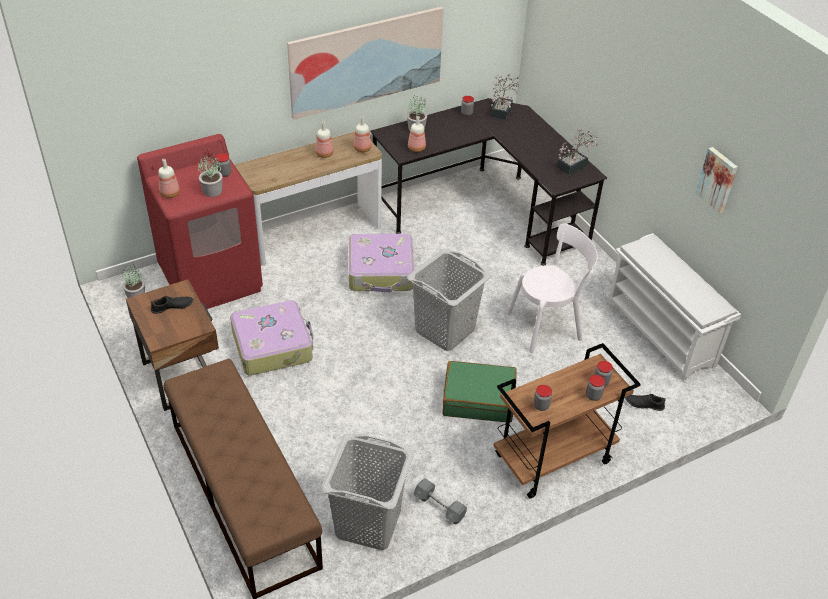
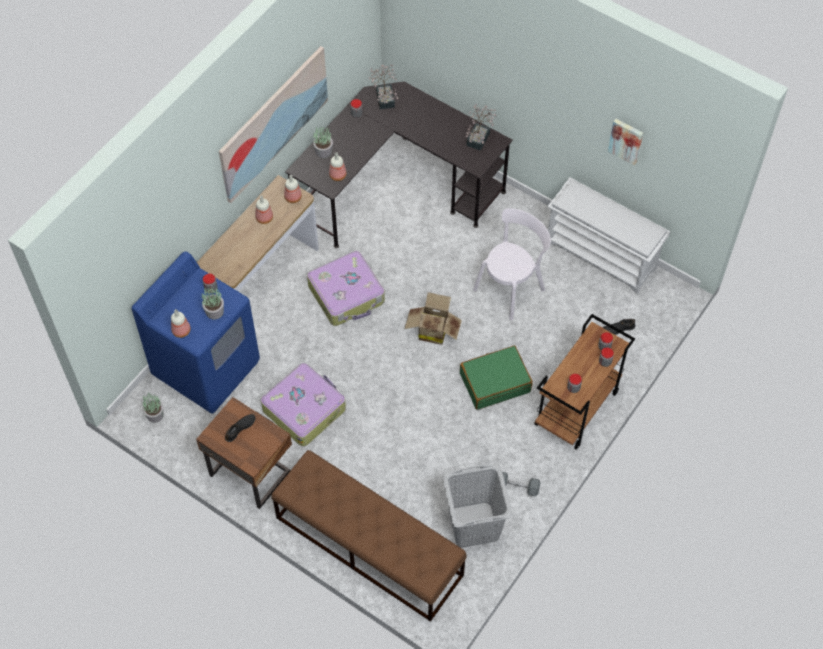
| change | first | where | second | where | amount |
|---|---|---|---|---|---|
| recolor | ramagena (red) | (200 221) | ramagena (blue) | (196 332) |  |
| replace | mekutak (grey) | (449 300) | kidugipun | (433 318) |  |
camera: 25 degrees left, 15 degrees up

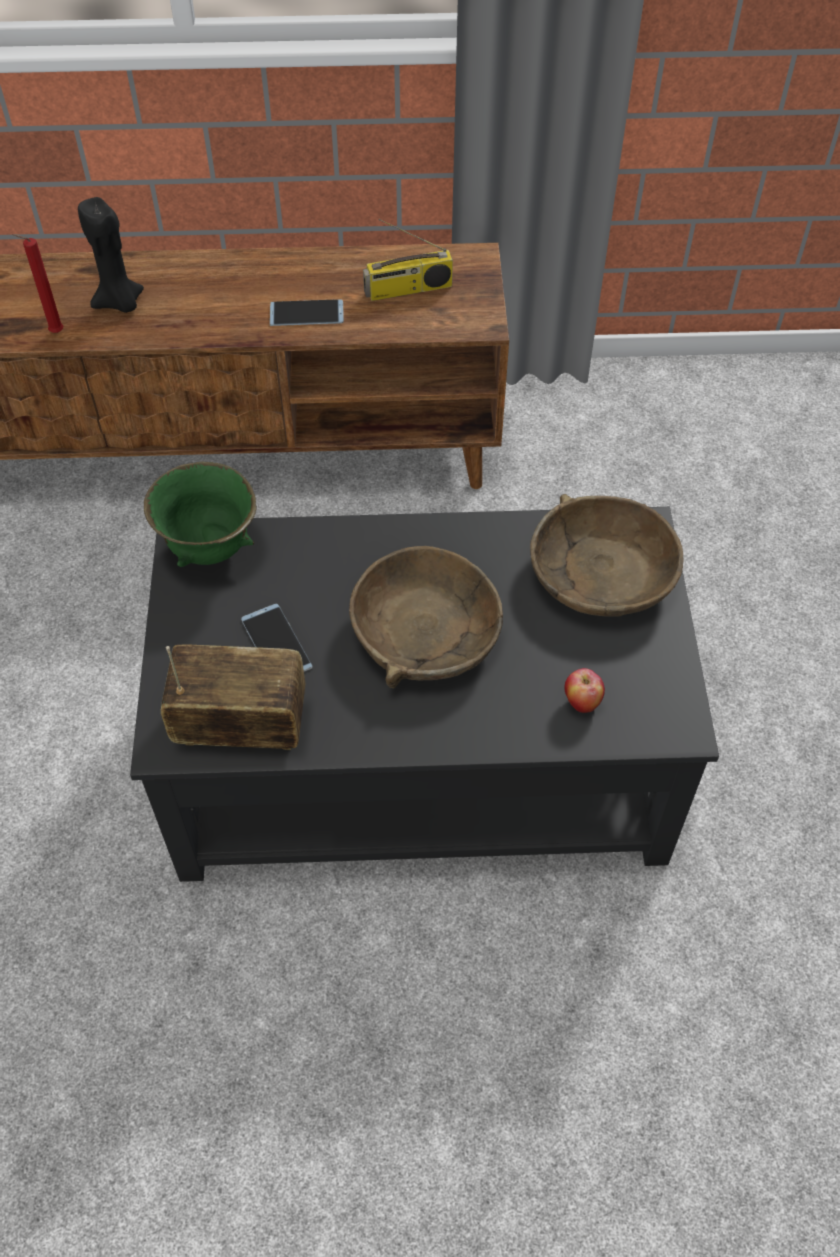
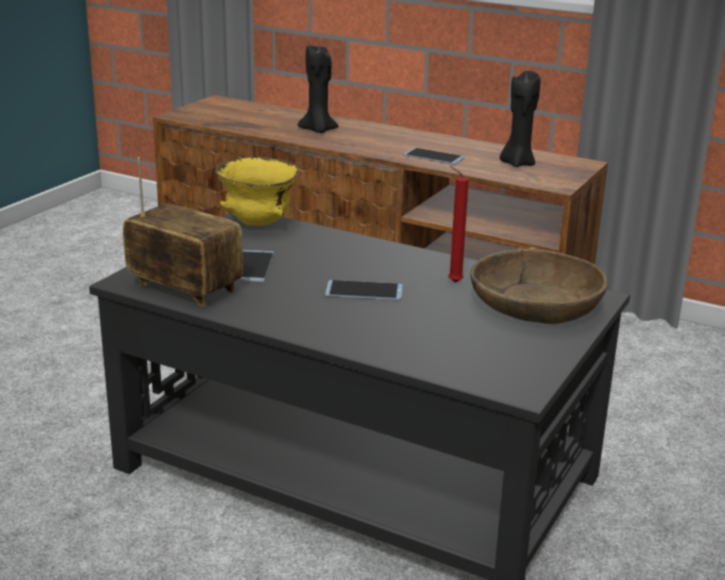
| change | first | where | second | where | amount |
|---|---|---|---|---|---|
| replace | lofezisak | (408 260) | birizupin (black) | (520 119) |  |
| move | birizupin (red) | (37 283) |  | (458 224) |  |
| recolor | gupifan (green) | (200 514) | gupifan (yellow) | (257 191) |  |
| replace | gupifan (brown) | (426 617) | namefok | (364 290) |  |
| delete | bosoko | (584 690) |  |  |  |
camera: 30 degrees right, 30 degrees down

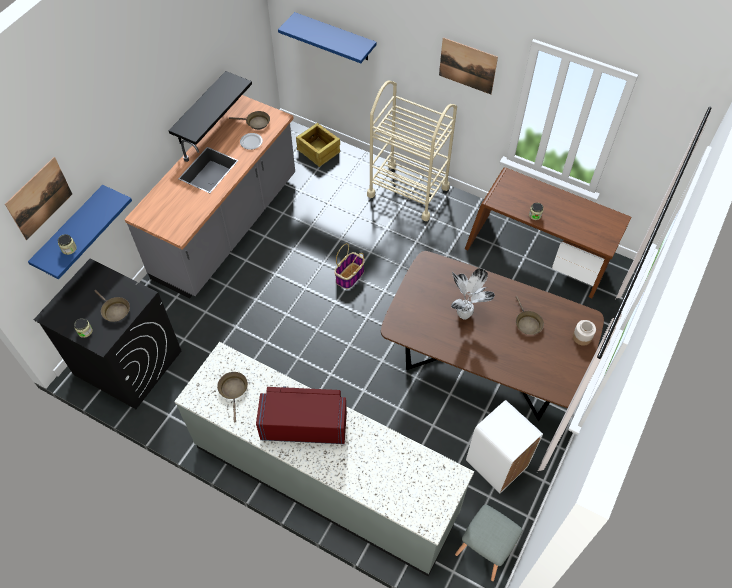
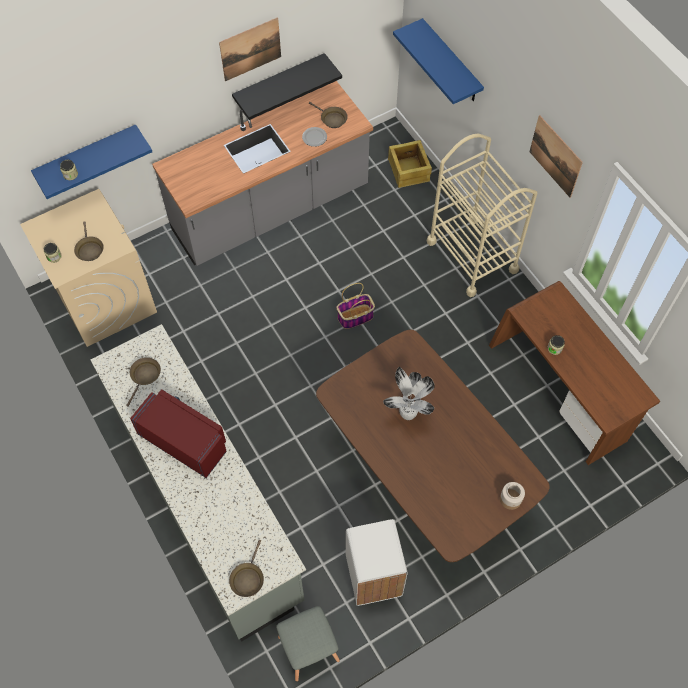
| change | first | where | second | where | amount |
|---|---|---|---|---|---|
| move | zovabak | (38 198) |  | (250 49) |  |
| recolor | ramagena (black) | (107 334) | ramagena (beige) | (88 268) |  |
| move | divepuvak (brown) | (530 315) |  | (246 568) |  |
camera: 30 degrees right, 5 degrees up

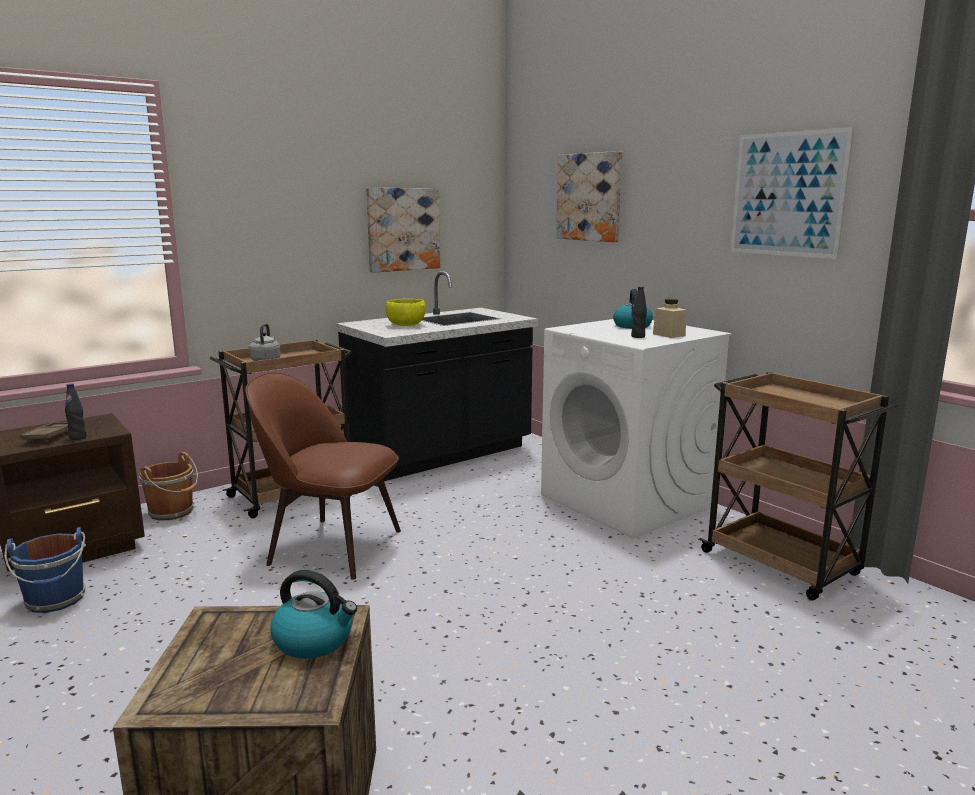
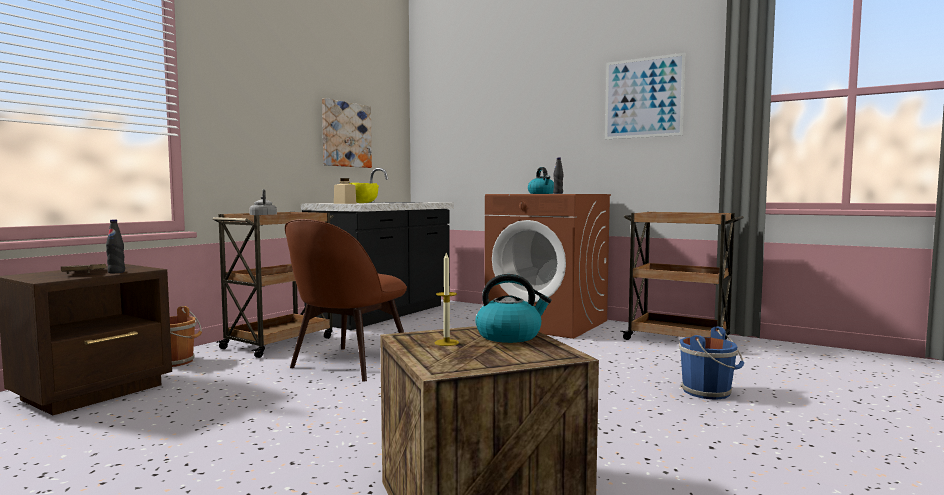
| change | first | where | second | where | amount |
|---|---|---|---|---|---|
| delete | zovabak | (589 196) |  |  |  |
| move | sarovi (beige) | (669 318) |  | (345 191) |  |
| recolor | ramagena (white) | (636 429) | ramagena (brown) | (548 266) |  |
| rotate | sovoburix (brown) | (323 476) |  | (346 300) | 60 degrees counterclockwise |
| move | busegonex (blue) | (45 570) |  | (711 363) |  |
| insert |  |  | birizupin | (447 299) |  |
camera: 20 degrees left, 10 degrees down

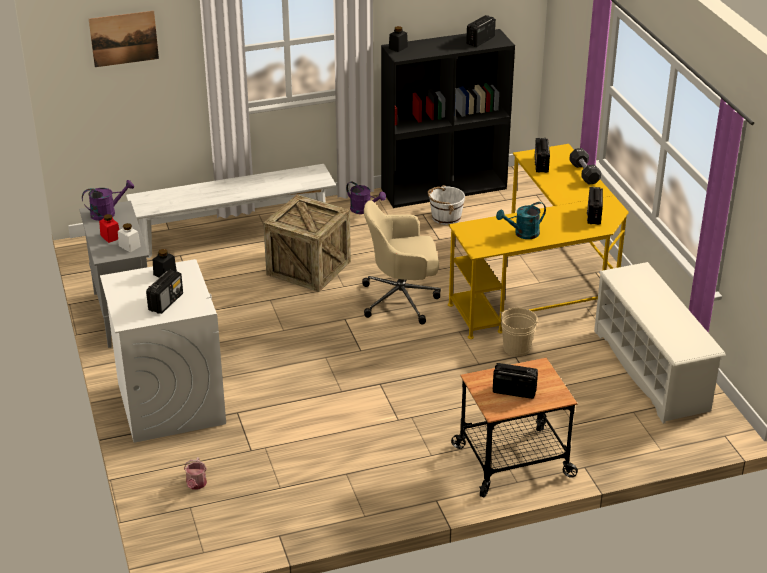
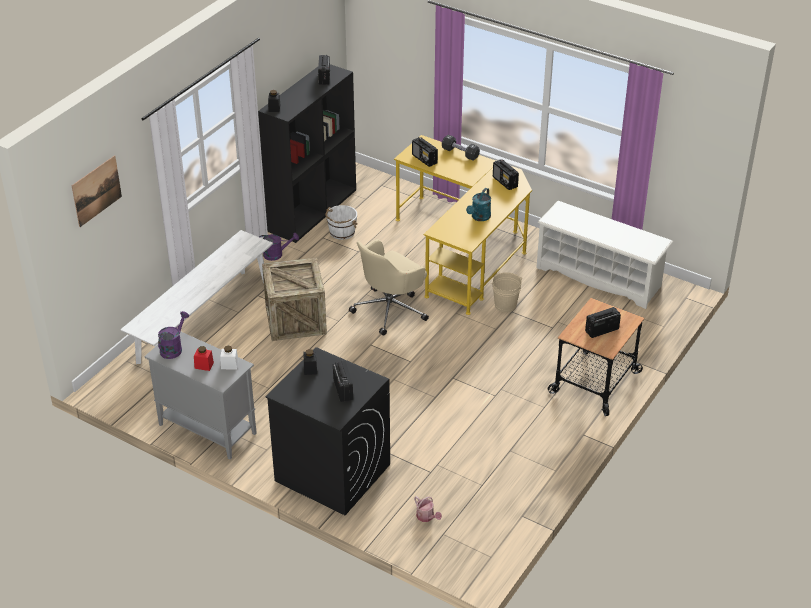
| change | first | where | second | where | amount |
|---|---|---|---|---|---|
| recolor | ramagena (white) | (163 351) | ramagena (black) | (327 431) |  |
camera: 40 degrees left, 5 degrees up

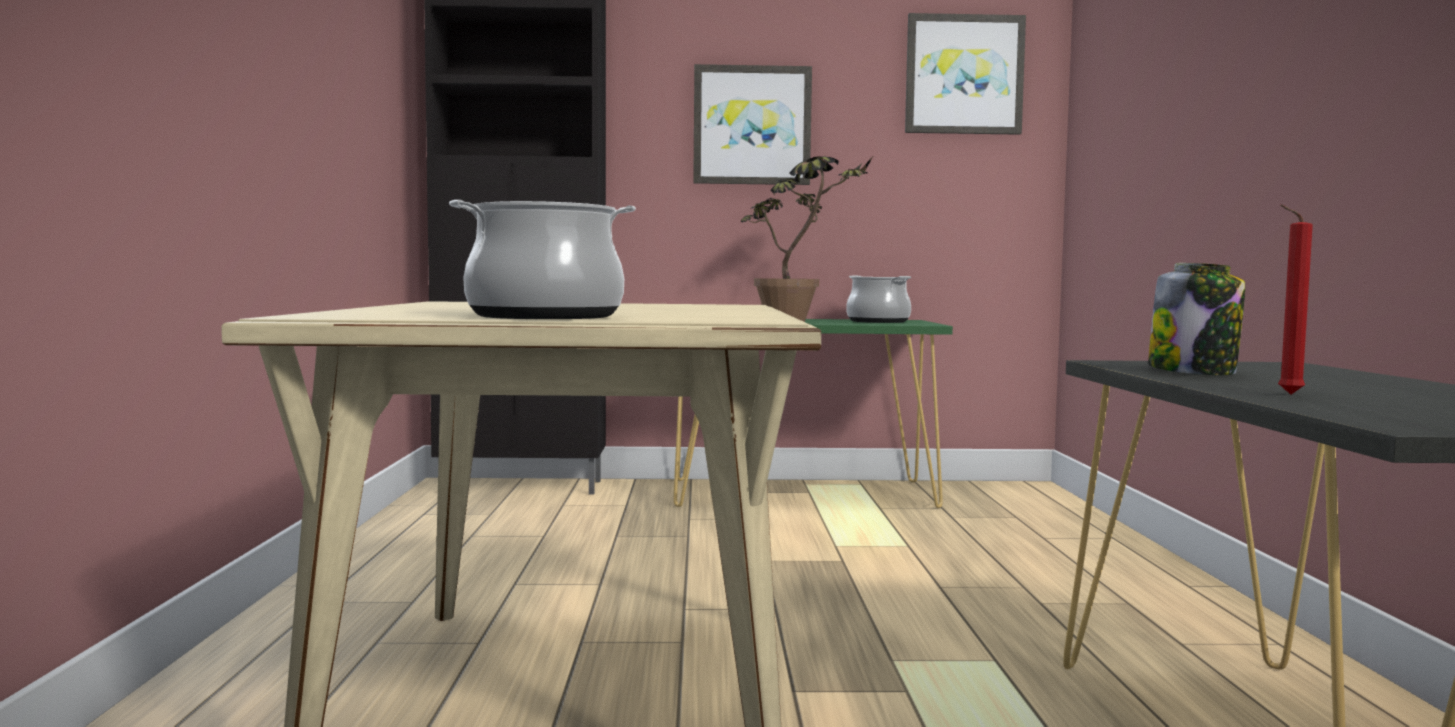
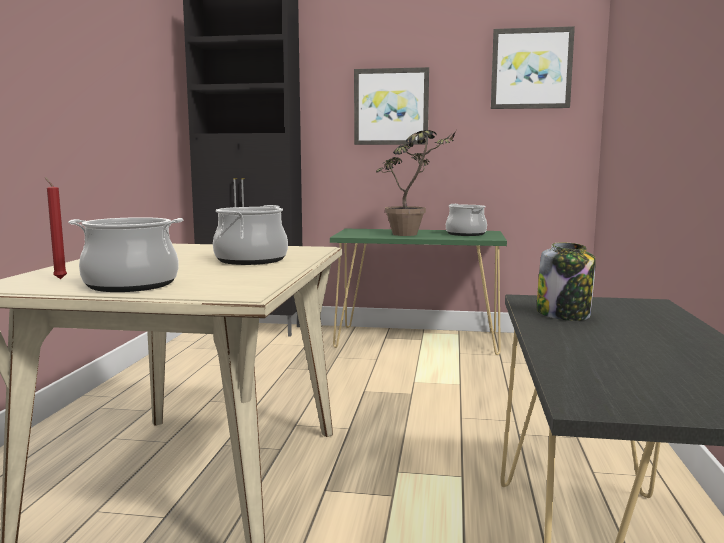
| change | first | where | second | where | amount |
|---|---|---|---|---|---|
| move | birizupin (red) | (1295 299) |  | (56 228) |  |
| insert |  |  | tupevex | (250 235) |  |
camera: 10 degrees right, 5 degrees up

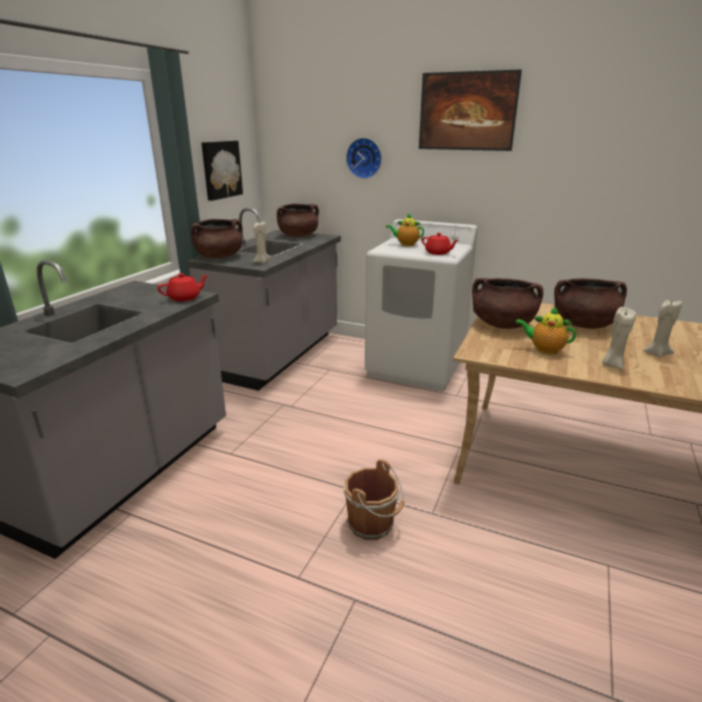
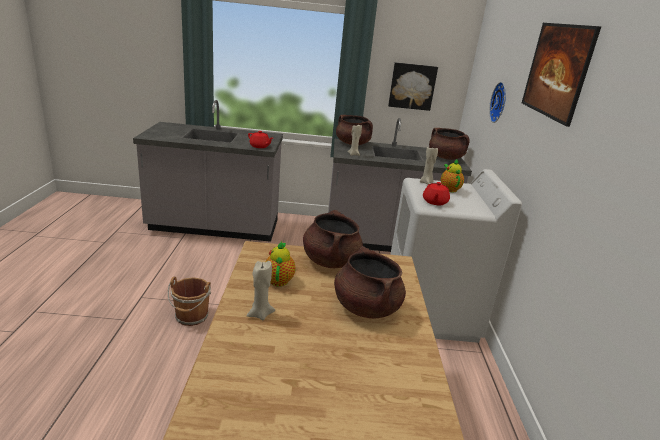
| change | first | where | second | where | amount |
|---|---|---|---|---|---|
| move | birizupin (beige) | (662 328) |  | (429 166) |  |
camera: 65 degrees right, 0 degrees up

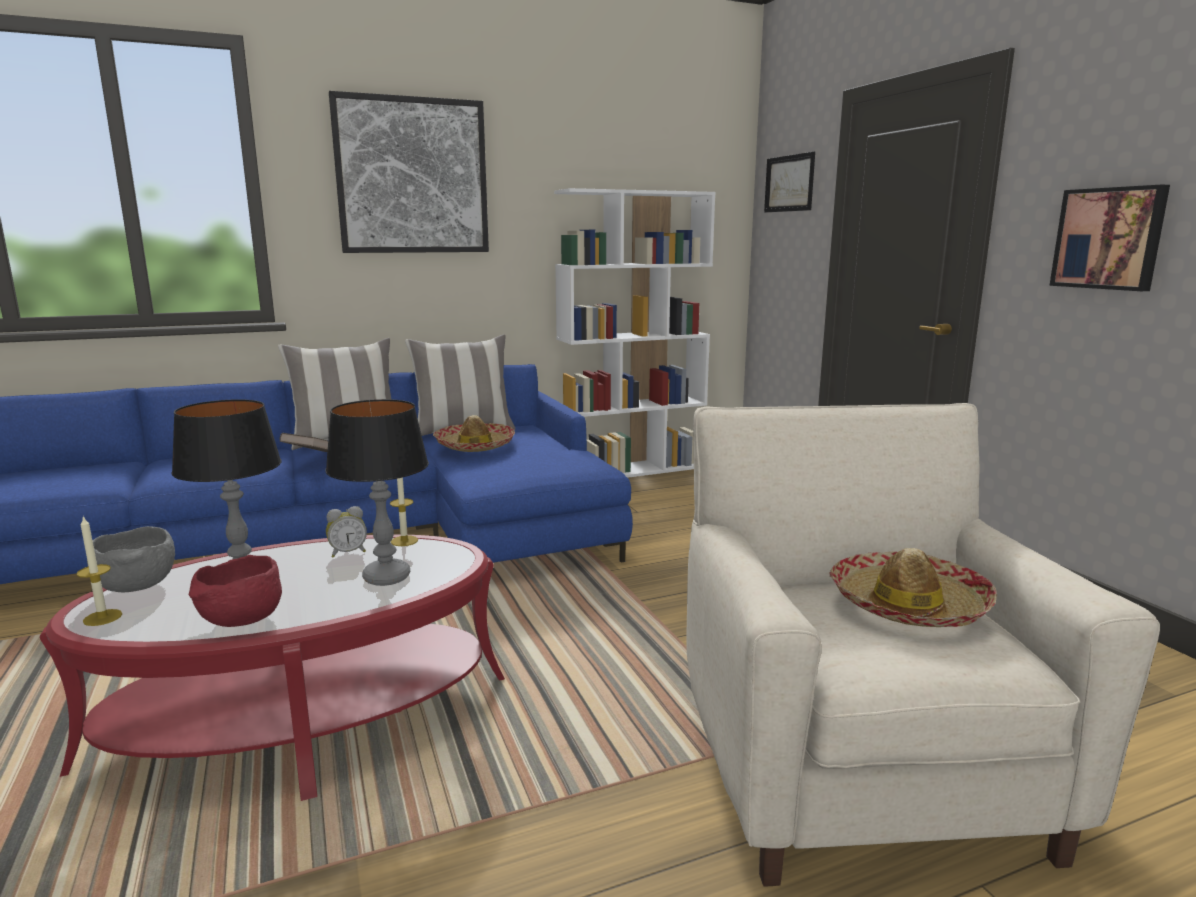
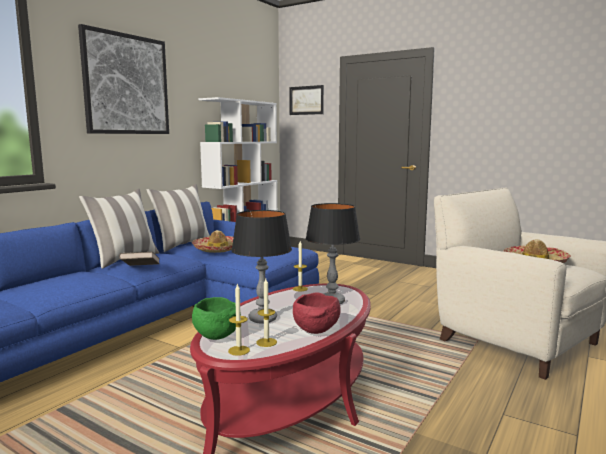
| change | first | where | second | where | amount |
|---|---|---|---|---|---|
| delete | zovabak | (1109 238) |  |  |  |
| delete | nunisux | (346 532) |  |  |  |
| recolor | gupifan (grey) | (131 559) | gupifan (green) | (216 318) |  |
| insert |  |  | birizupin | (266 313) |  |
camera: 35 degrees left, 5 degrees down

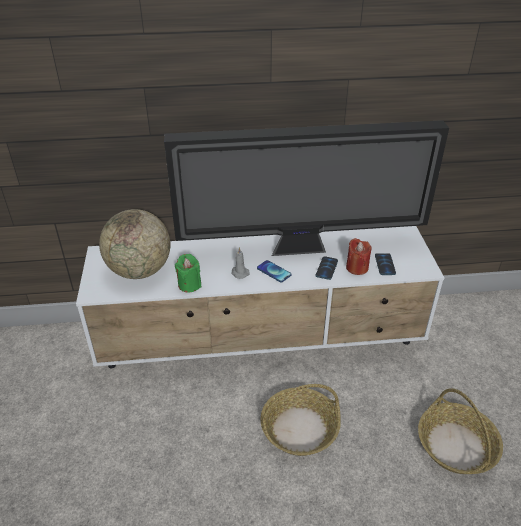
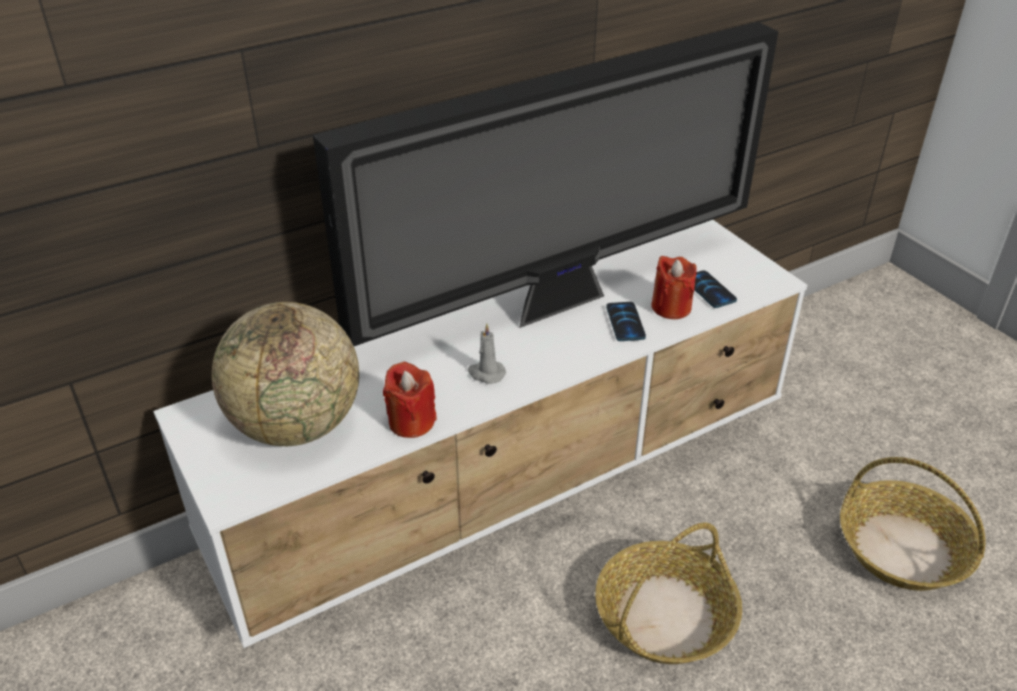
| change | first | where | second | where | amount |
|---|---|---|---|---|---|
| recolor | birizupin (green) | (188 273) | birizupin (red) | (410 399) |  |
| delete | namefok | (274 271) |  |  |  |
camera: 25 degrees left, 0 degrees up

